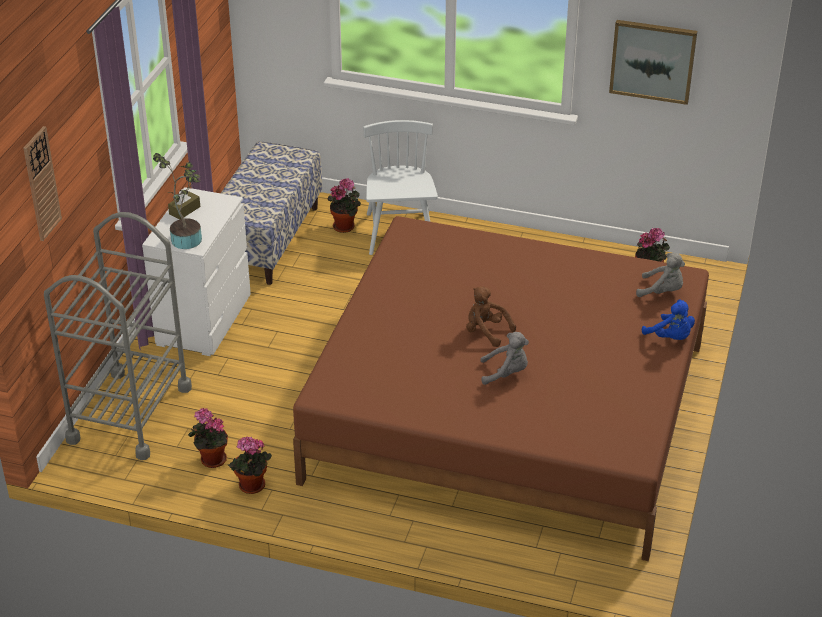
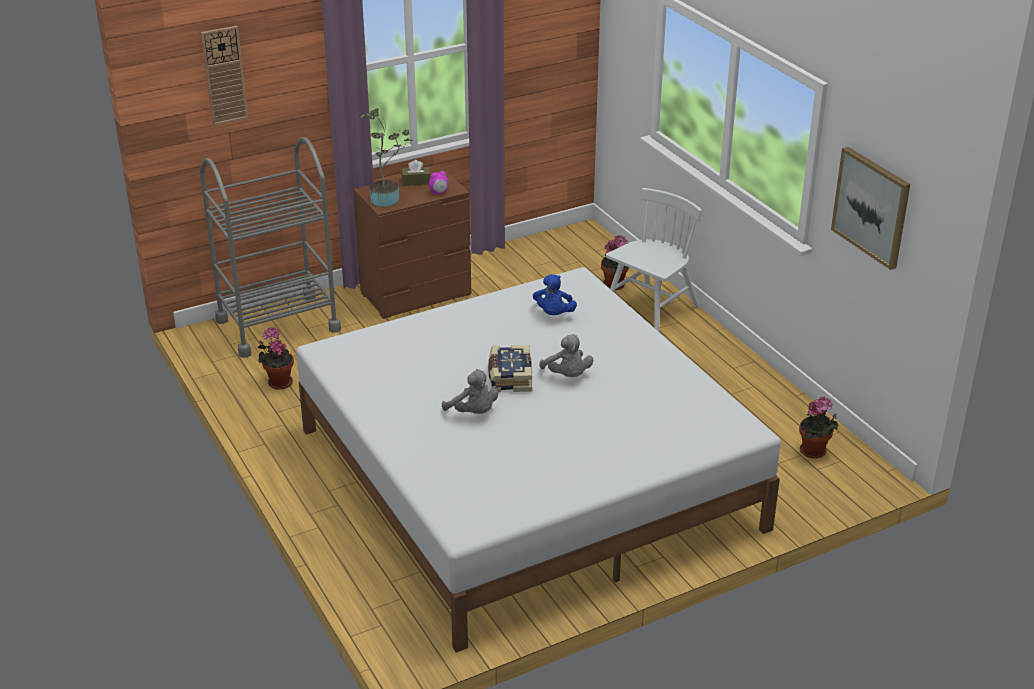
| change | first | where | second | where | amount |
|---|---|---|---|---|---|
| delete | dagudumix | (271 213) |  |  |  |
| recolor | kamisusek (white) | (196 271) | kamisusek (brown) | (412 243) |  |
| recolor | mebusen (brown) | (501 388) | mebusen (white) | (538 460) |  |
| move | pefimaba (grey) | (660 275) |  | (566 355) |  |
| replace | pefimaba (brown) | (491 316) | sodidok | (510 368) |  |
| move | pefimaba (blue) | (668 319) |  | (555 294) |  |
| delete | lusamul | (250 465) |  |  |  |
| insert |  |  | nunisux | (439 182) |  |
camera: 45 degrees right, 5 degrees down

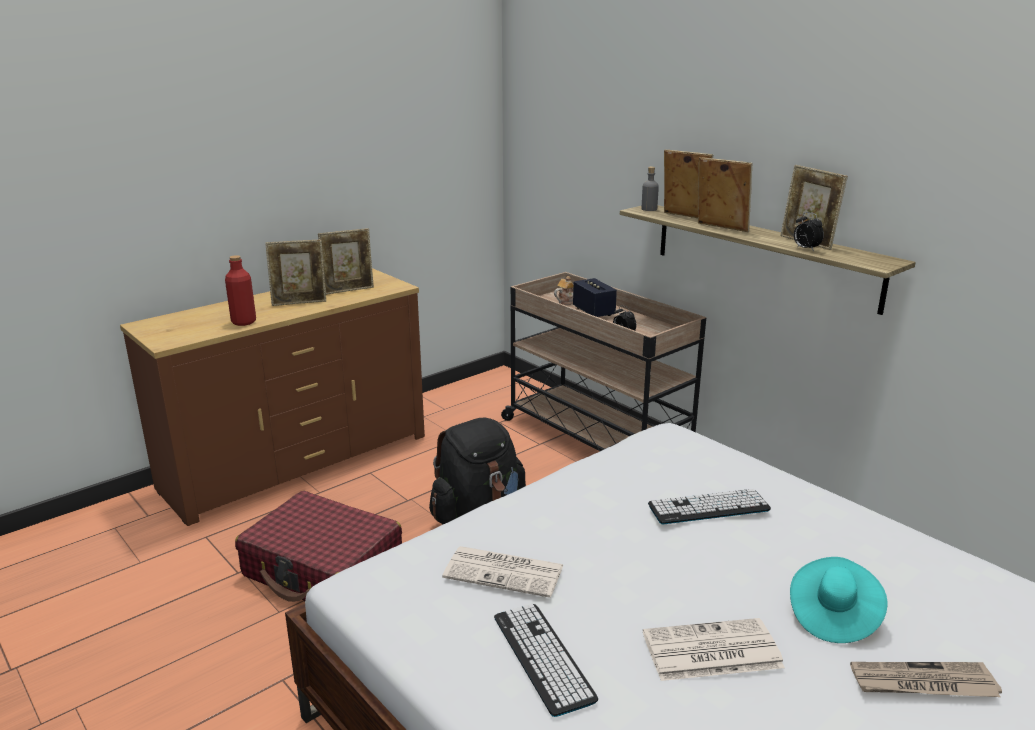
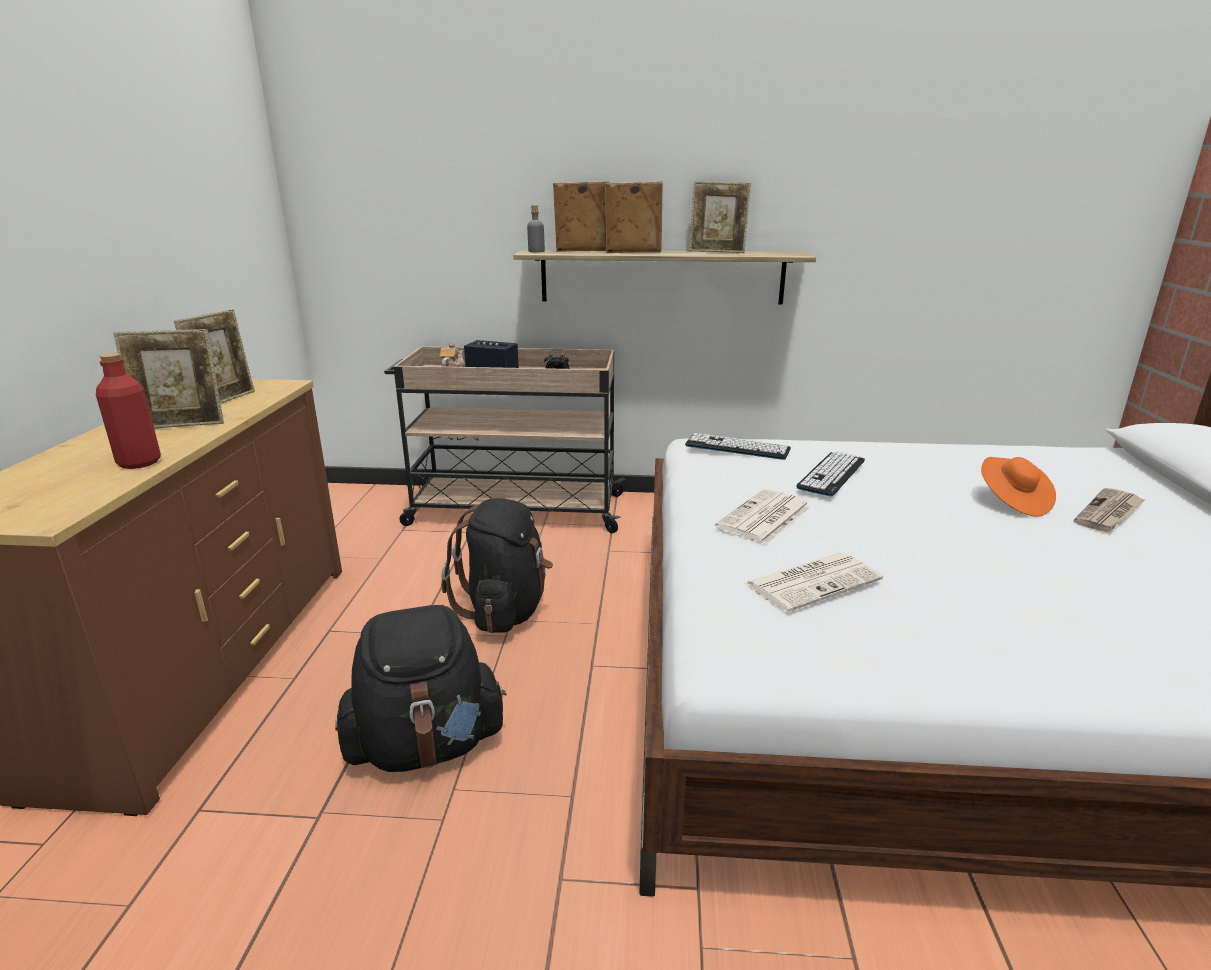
| change | first | where | second | where | amount |
|---|---|---|---|---|---|
| delete | nunisux | (809 231) |  |  |  |
| rotate | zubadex | (295 273) |  | (168 379) | 45 degrees clockwise |
| replace | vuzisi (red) | (318 546) | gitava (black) | (421 688) |  |
| recolor | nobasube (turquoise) | (838 600) | nobasube (orange) | (1018 487) |  |
| move | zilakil | (546 660) |  | (738 446) |  |
| move | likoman | (714 649) |  | (763 517) |  |
camera: 45 degrees left, 0 degrees up

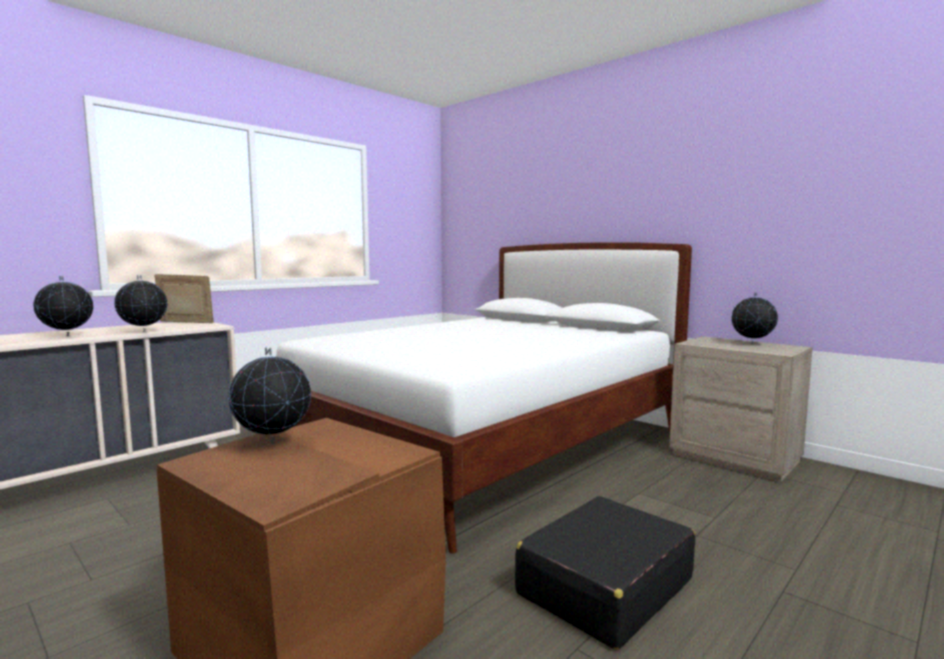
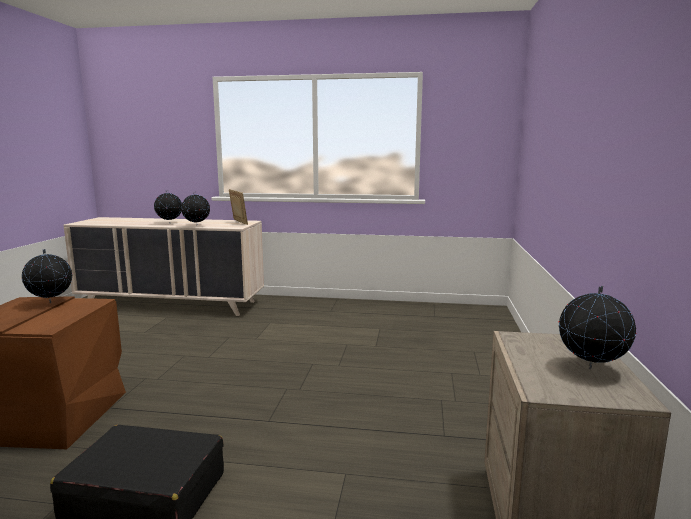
| change | first | where | second | where | amount |
|---|---|---|---|---|---|
| delete | mebusen (white) | (484 398) |  |  |  |
camera: 55 degrees right, 5 degrees up

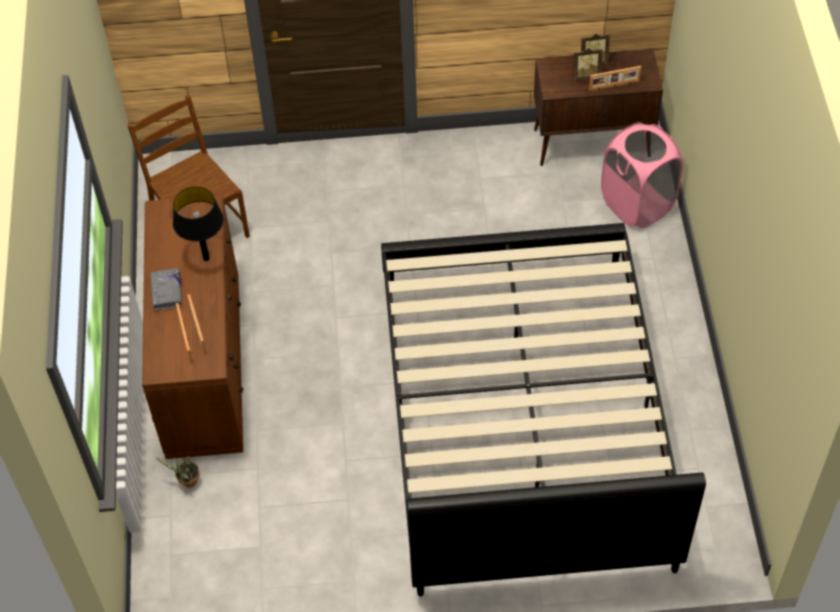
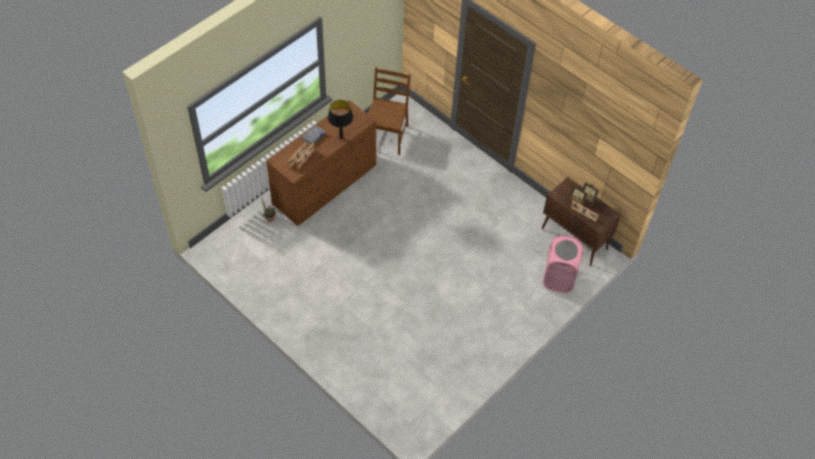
| change | first | where | second | where | amount |
|---|---|---|---|---|---|
| delete | mebusen (black) | (543 409) |  |  |  |
camera: 45 degrees right, 0 degrees up

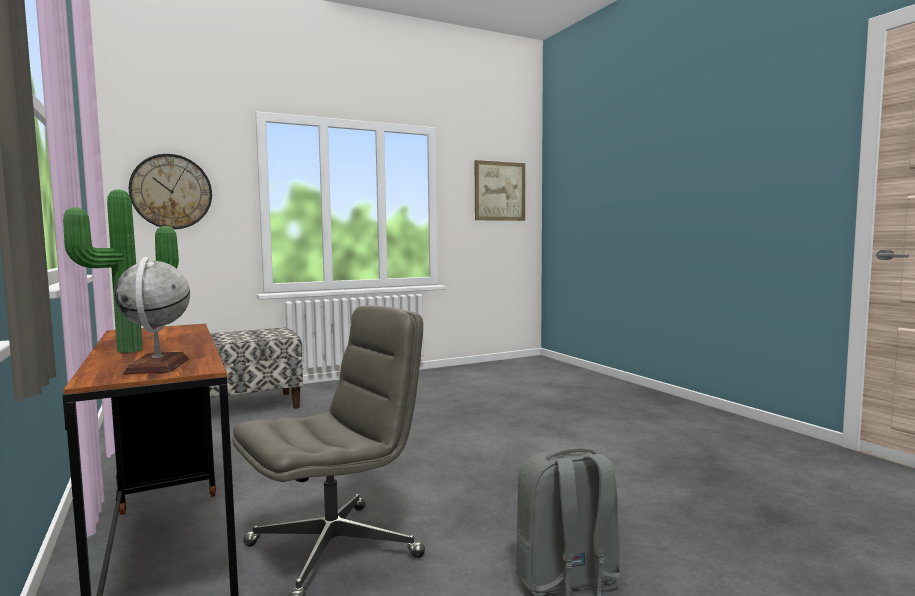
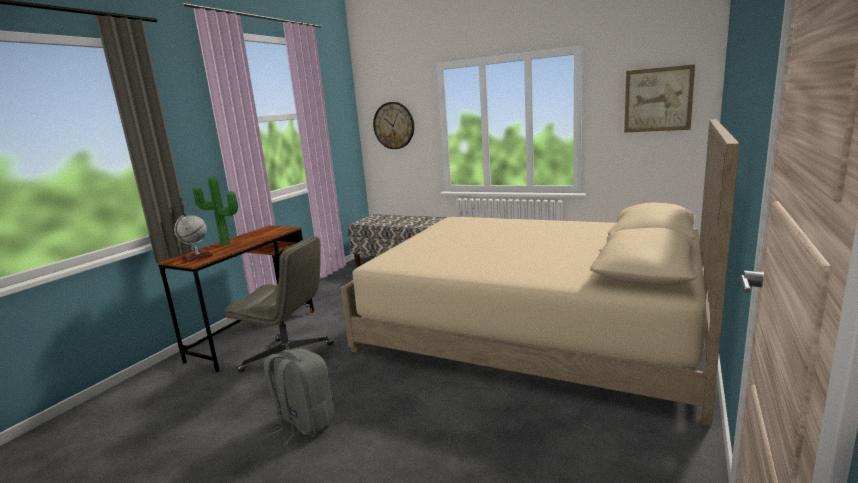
| change | first | where | second | where | amount |
|---|---|---|---|---|---|
| insert |  |  | mebusen (beige) | (540 272) |  |
camera: 55 degrees right, 10 degrees up

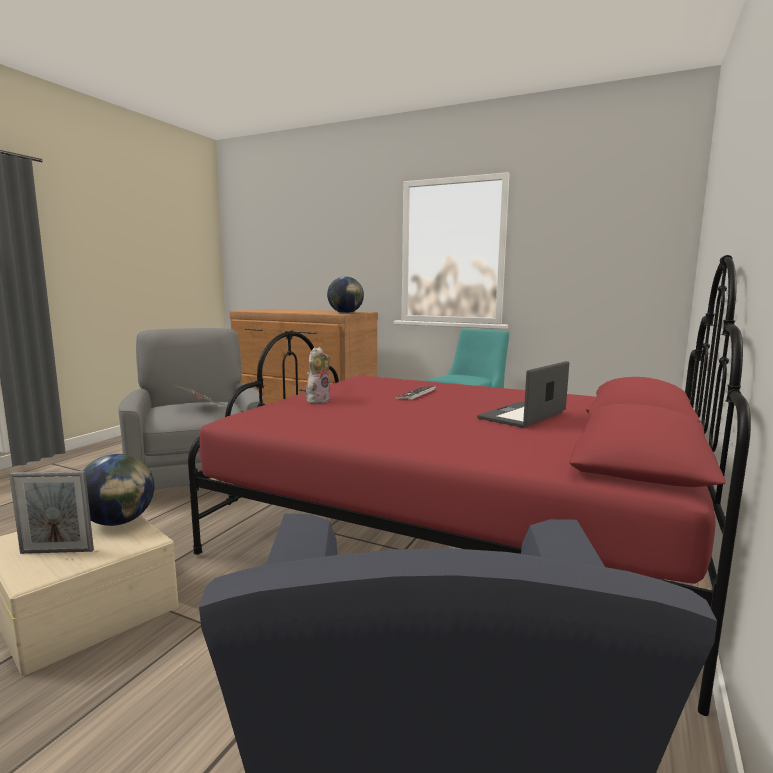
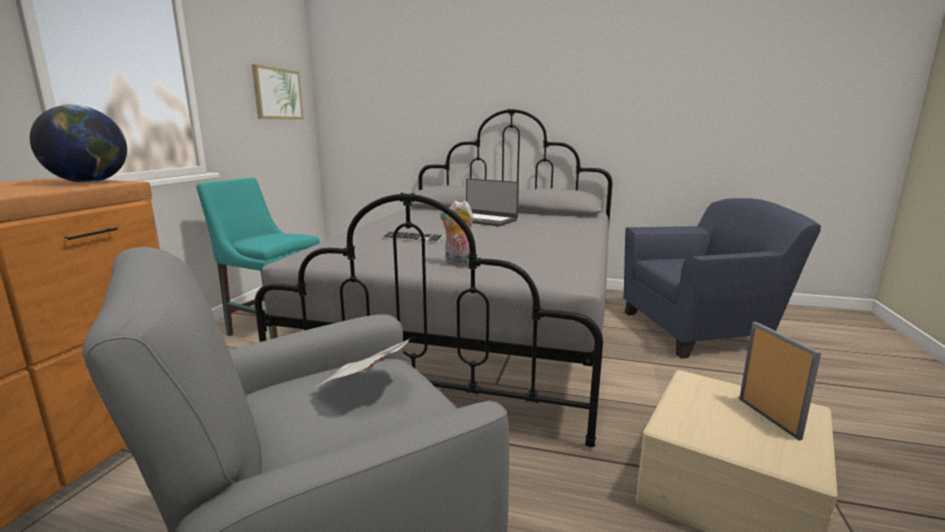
| change | first | where | second | where | amount |
|---|---|---|---|---|---|
| recolor | mebusen (red) | (469 485) | mebusen (grey) | (433 278) |  |
| delete | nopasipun | (118 490) |  |  |  |
| insert |  |  | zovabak | (277 92) |  |
camera: 100 degrees left, 5 degrees up

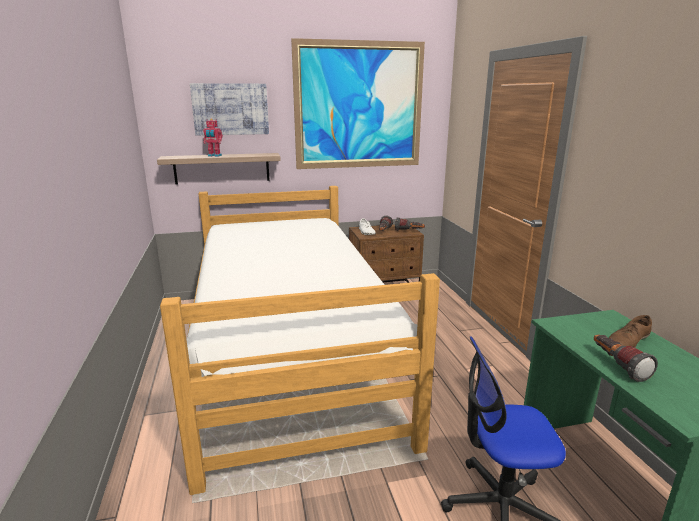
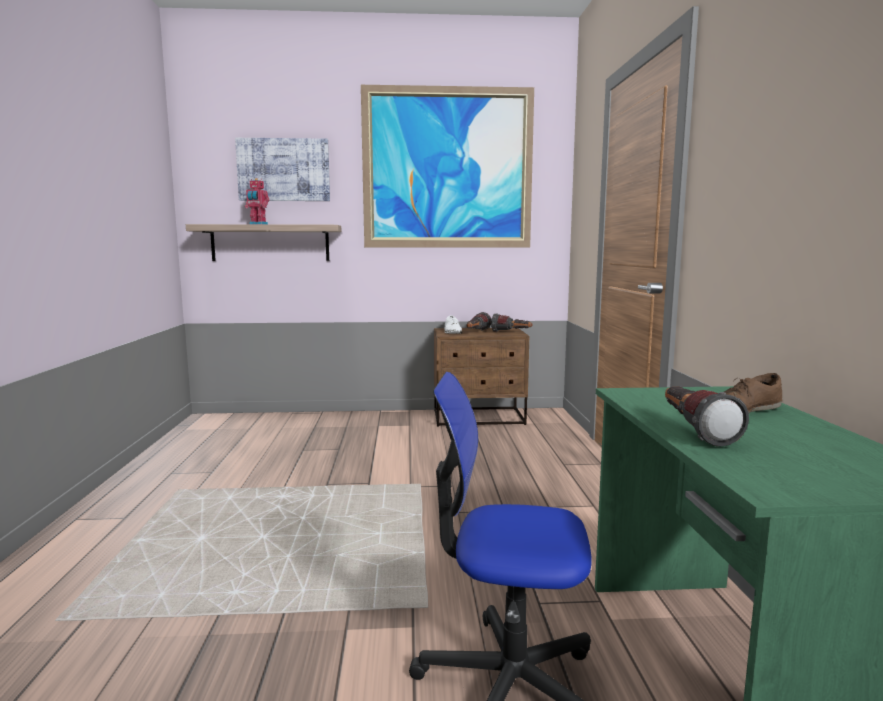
| change | first | where | second | where | amount |
|---|---|---|---|---|---|
| delete | mebusen | (300 340) |  |  |  |
camera: 10 degrees right, 10 degrees down

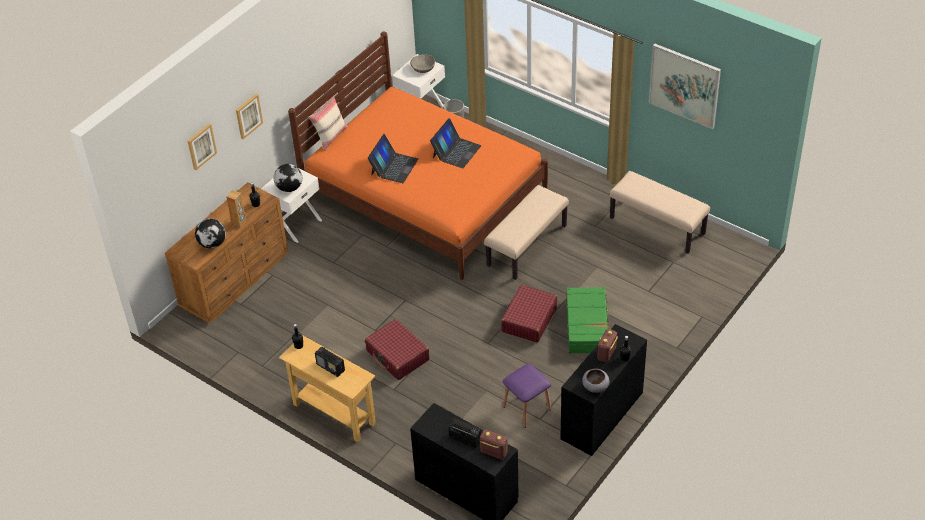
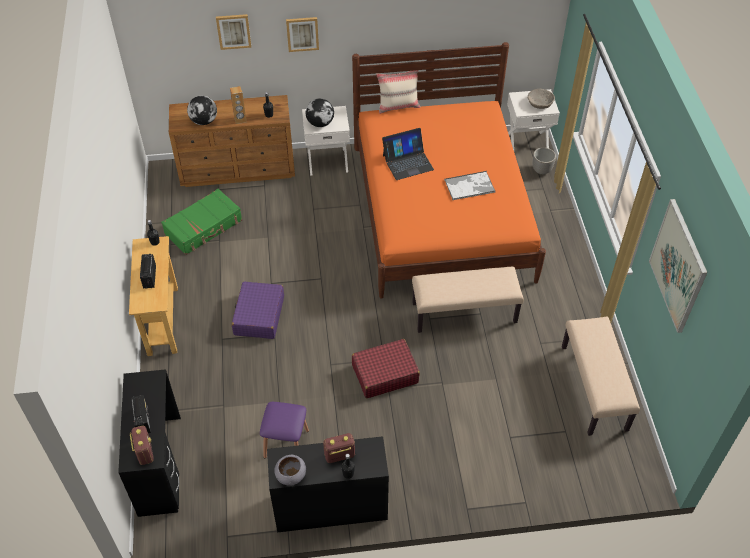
| change | first | where | second | where | amount |
|---|---|---|---|---|---|
| replace | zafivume | (455 143) | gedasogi | (470 185) |  |
| move | vuzisi (green) | (587 320) |  | (201 221) |  |
| recolor | vuzisi (red) | (397 349) | vuzisi (purple) | (258 310) |  |
camera: 45 degrees right, 5 degrees up

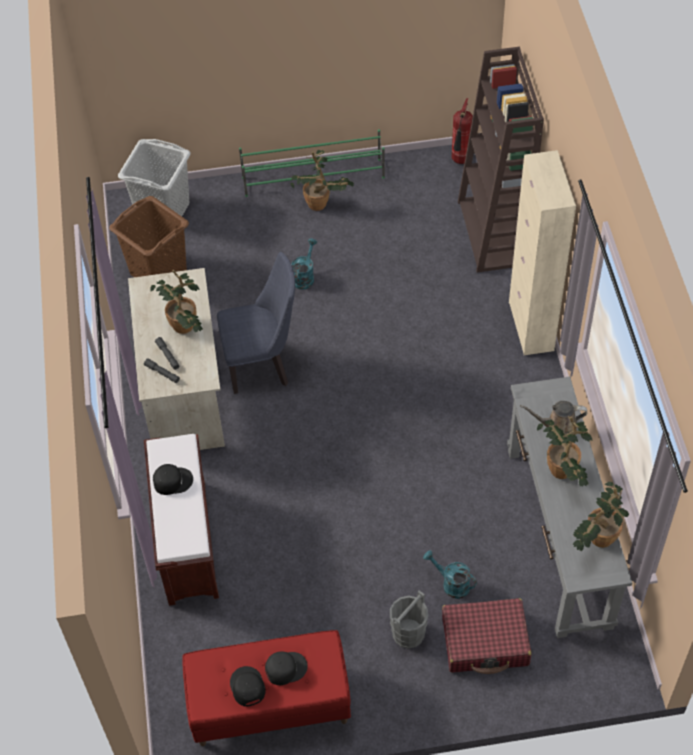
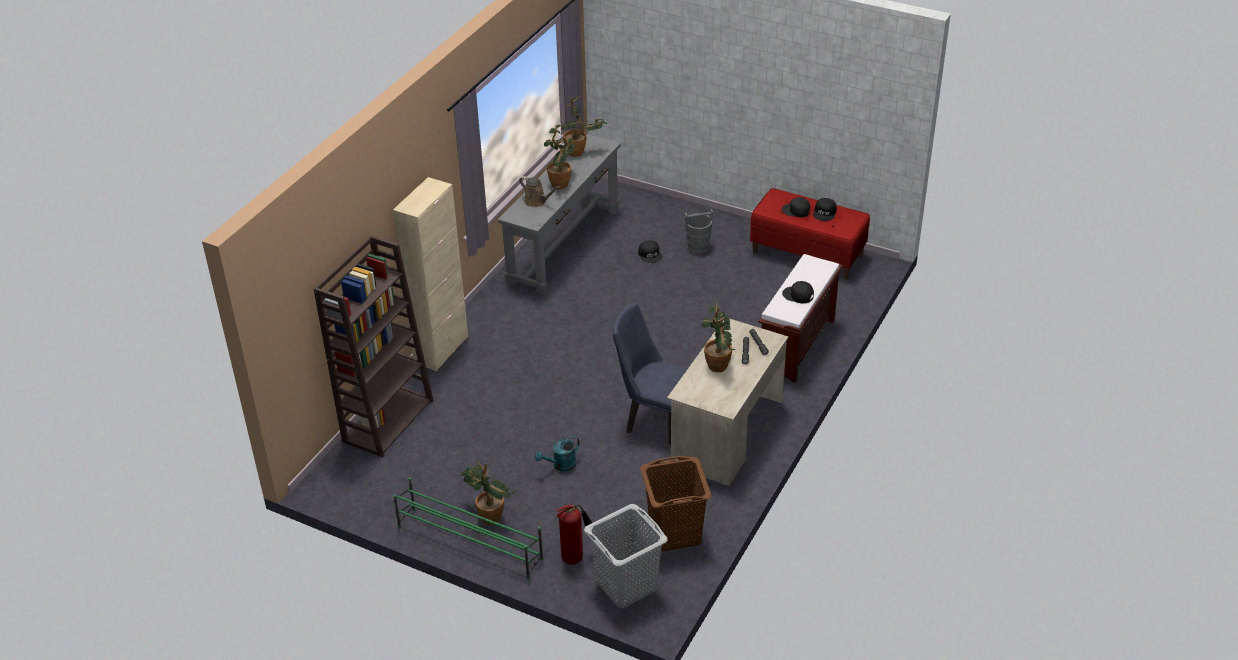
| change | first | where | second | where | amount |
|---|---|---|---|---|---|
| move | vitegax | (462 131) |  | (574 534) |  |
| replace | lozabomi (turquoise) | (450 574) | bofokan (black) | (650 251) |  |
| delete | vuzisi (red) | (487 636) |  |  |  |
camera: 145 degrees left, 15 degrees down

